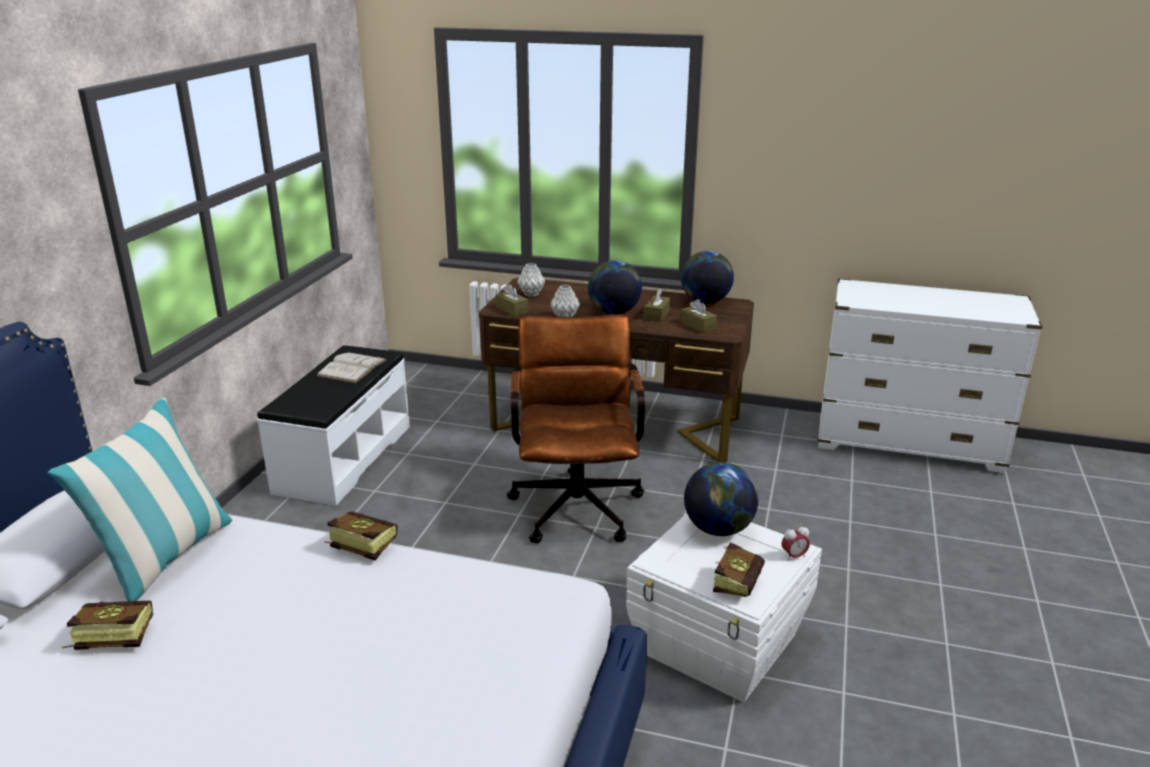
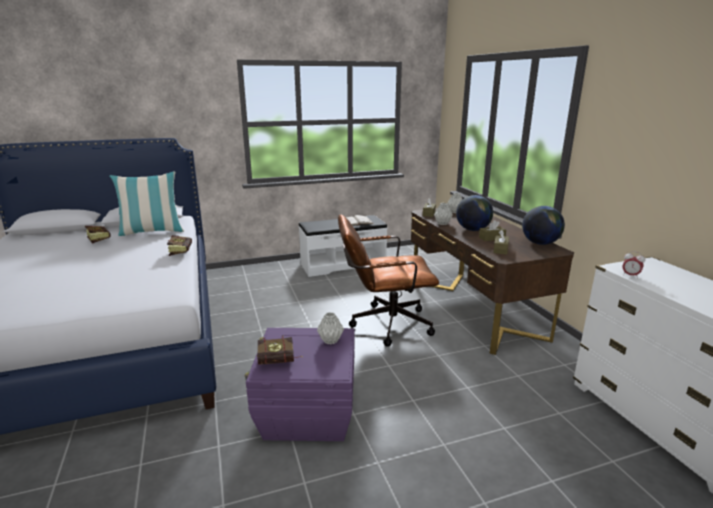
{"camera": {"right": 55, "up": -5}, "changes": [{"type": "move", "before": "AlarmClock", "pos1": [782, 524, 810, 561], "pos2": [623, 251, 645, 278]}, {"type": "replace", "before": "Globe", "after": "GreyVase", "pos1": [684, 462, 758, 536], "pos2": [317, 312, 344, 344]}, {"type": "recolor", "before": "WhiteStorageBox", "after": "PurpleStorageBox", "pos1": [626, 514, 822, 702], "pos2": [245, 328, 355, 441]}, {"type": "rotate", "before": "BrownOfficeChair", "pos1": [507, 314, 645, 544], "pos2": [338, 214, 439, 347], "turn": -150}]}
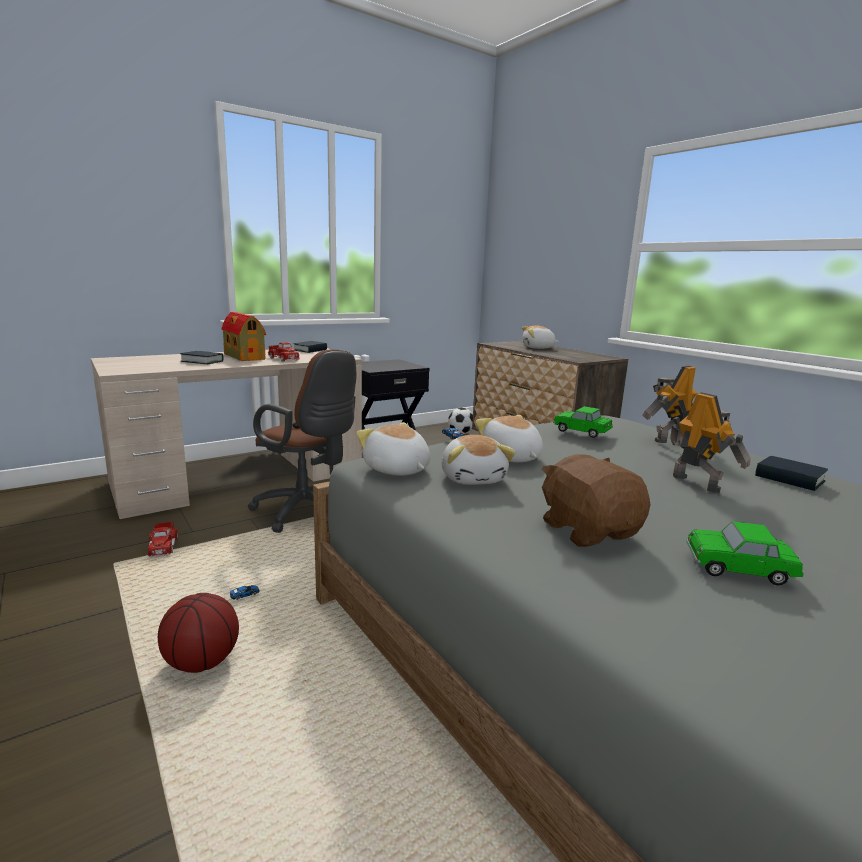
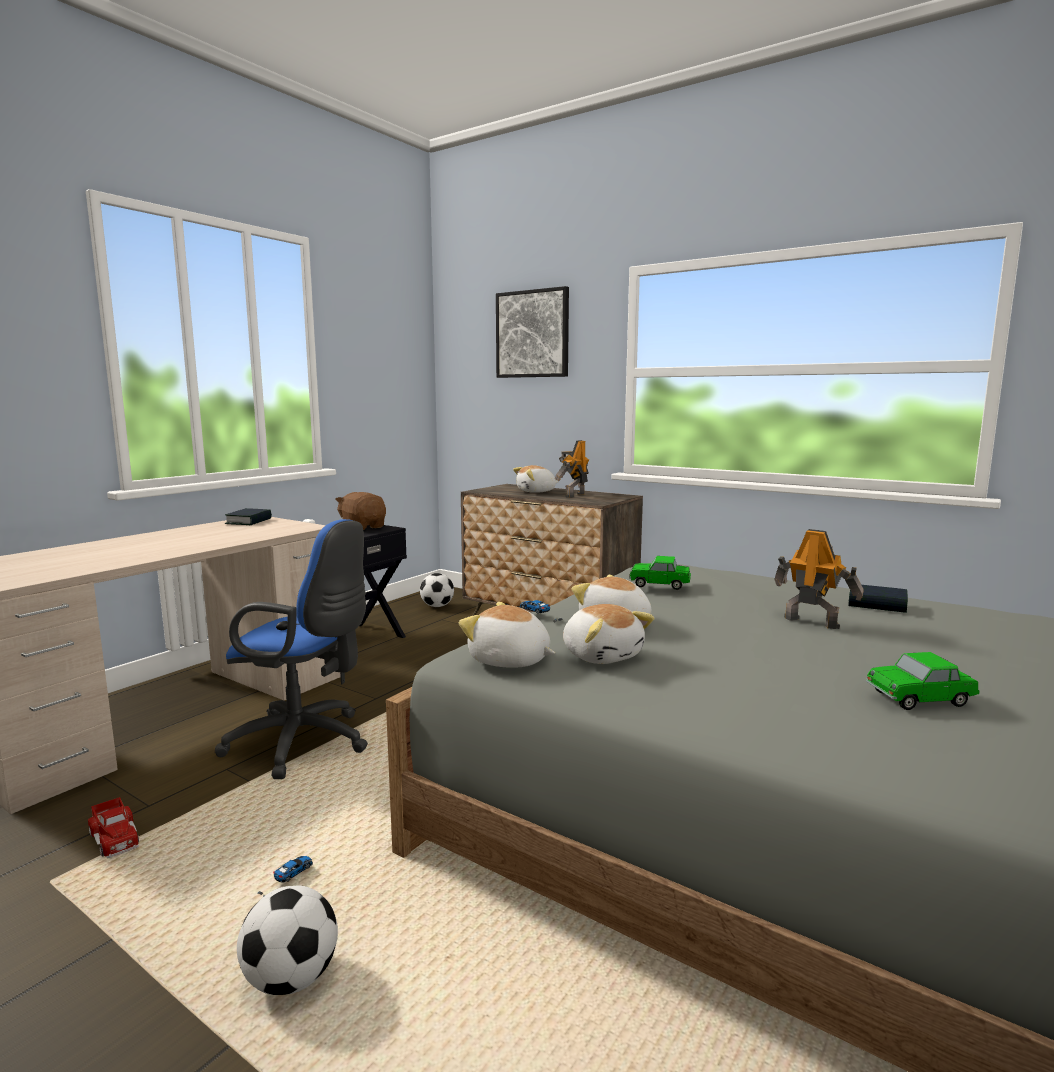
{"camera": {"right": -20, "up": -5}, "changes": [{"type": "delete", "before": "Book", "pos1": [180, 351, 223, 364]}, {"type": "delete", "before": "ToyHouse", "pos1": [221, 312, 266, 361]}, {"type": "delete", "before": "ToyTruck", "pos1": [268, 342, 300, 362]}, {"type": "insert", "after": "Picture", "pos2": [496, 286, 569, 378]}, {"type": "move", "before": "BrownPlushToy", "pos1": [541, 454, 650, 547], "pos2": [335, 492, 386, 530]}, {"type": "move", "before": "ToyRobot", "pos1": [642, 366, 698, 443], "pos2": [555, 440, 589, 498]}, {"type": "replace", "before": "Basketball", "after": "Football", "pos1": [158, 593, 239, 673], "pos2": [237, 886, 338, 995]}, {"type": "recolor", "before": "BrownOfficeChair", "after": "BlueOfficeChair", "pos1": [248, 349, 356, 533], "pos2": [215, 519, 368, 779]}]}
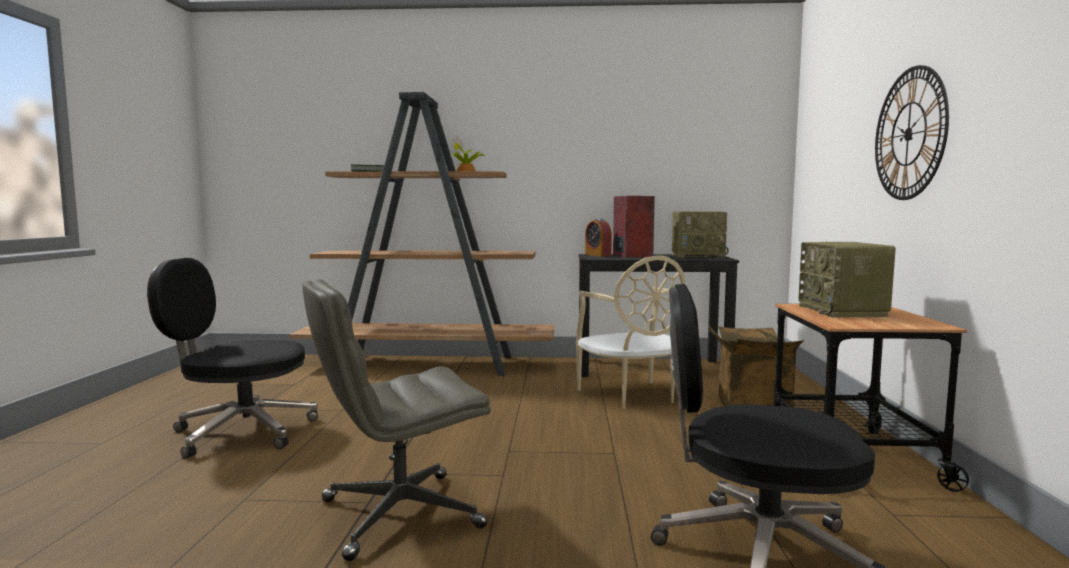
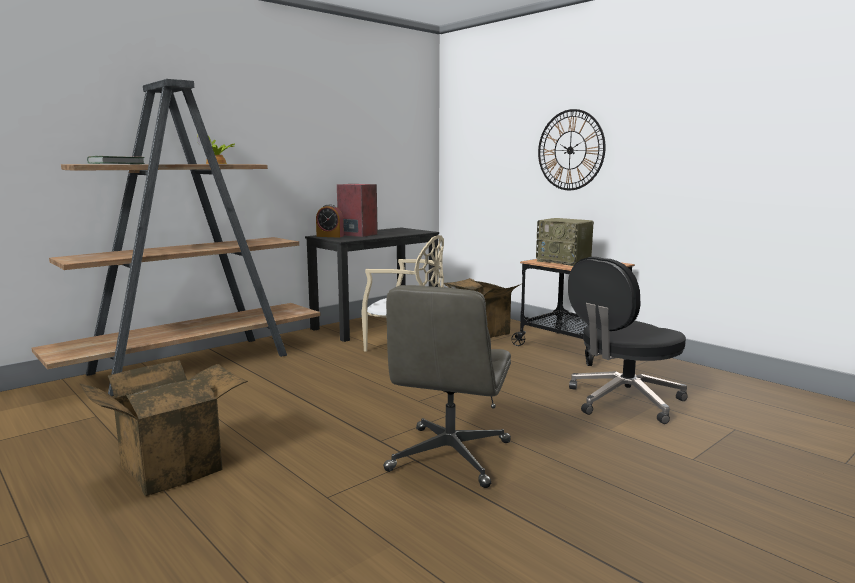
{"camera": {"right": -45, "up": 5}, "changes": [{"type": "delete", "before": "Radio", "pos1": [672, 211, 729, 258]}, {"type": "replace", "before": "BlackOfficeChair", "after": "CardboardBox", "pos1": [147, 258, 318, 459], "pos2": [80, 360, 248, 496]}]}
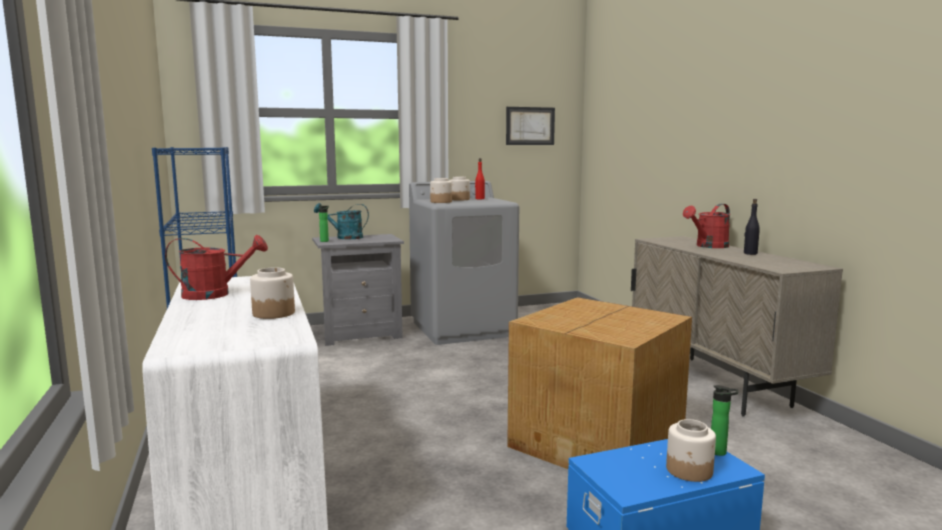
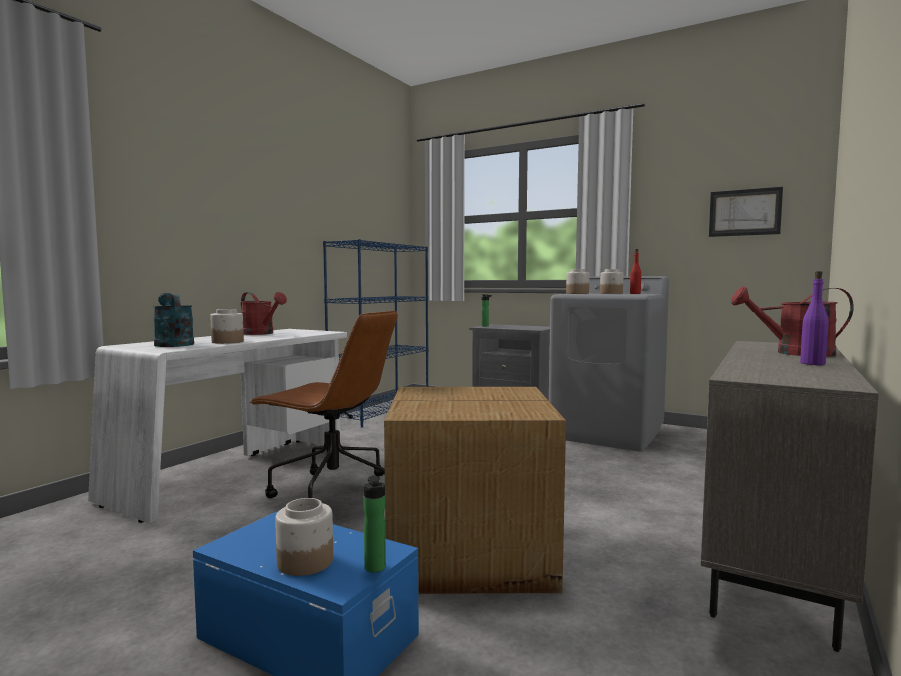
{"camera": {"right": 50, "up": -5}, "changes": [{"type": "insert", "after": "BrownOfficeChair", "pos2": [249, 310, 398, 498]}, {"type": "move", "before": "TurquoiseWateringCan", "pos1": [314, 203, 369, 239], "pos2": [153, 293, 194, 347]}, {"type": "recolor", "before": "BlackBottle", "after": "PurpleBottle", "pos1": [744, 199, 760, 255], "pos2": [800, 271, 828, 365]}]}
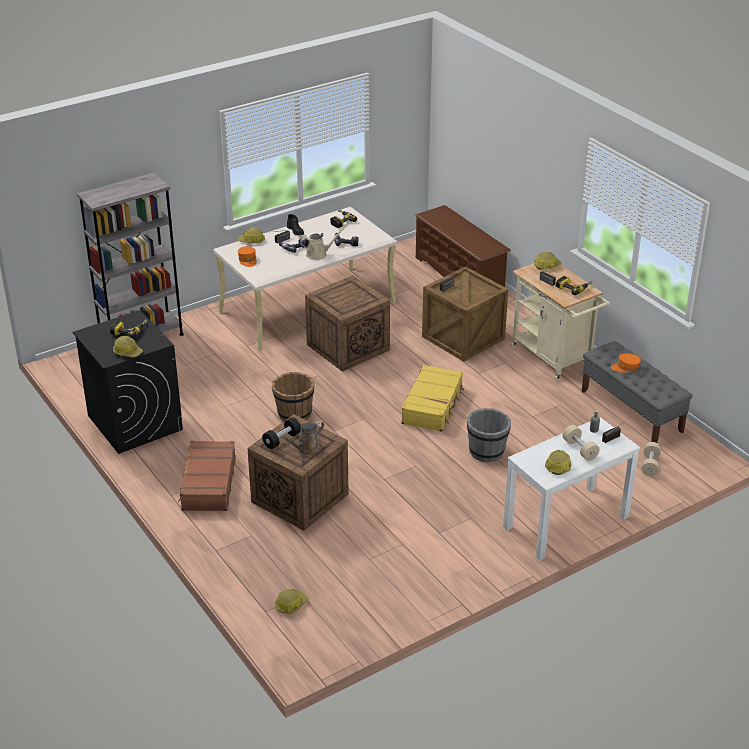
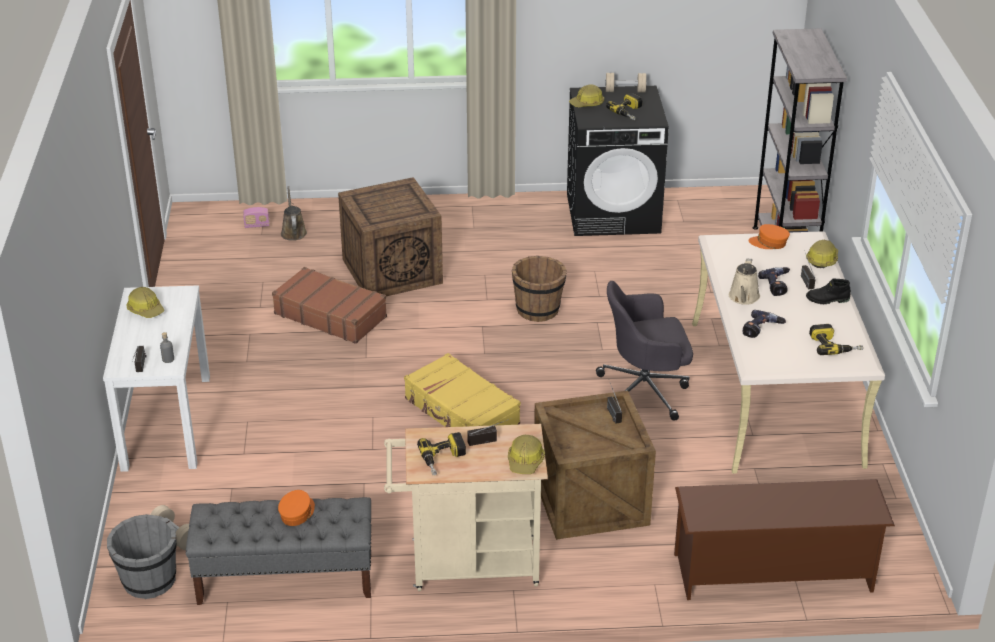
{"camera": {"right": 120, "up": 0}, "changes": [{"type": "delete", "before": "BlackDumbbell", "pos1": [262, 417, 301, 449]}, {"type": "move", "before": "BrownSuitcase", "pos1": [178, 441, 236, 511], "pos2": [272, 267, 387, 344]}, {"type": "move", "before": "BrownWateringCan", "pos1": [280, 420, 324, 455], "pos2": [281, 186, 307, 241]}, {"type": "move", "before": "GreyBucket", "pos1": [467, 408, 511, 462], "pos2": [107, 514, 177, 599]}, {"type": "move", "before": "BeigeDumbbell", "pos1": [563, 425, 600, 461], "pos2": [605, 73, 647, 93]}, {"type": "replace", "before": "HardHat", "after": "Radio", "pos1": [275, 589, 309, 614], "pos2": [243, 207, 270, 228]}, {"type": "replace", "before": "Crate", "after": "GreyOfficeChair", "pos1": [305, 276, 390, 372], "pos2": [596, 281, 693, 421]}]}
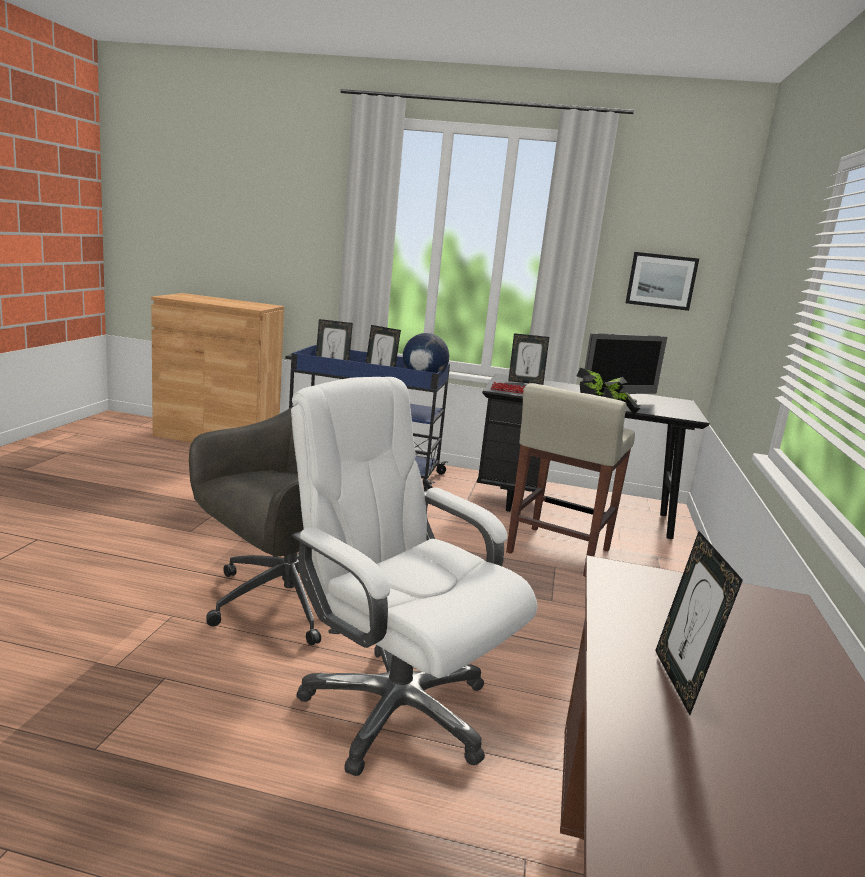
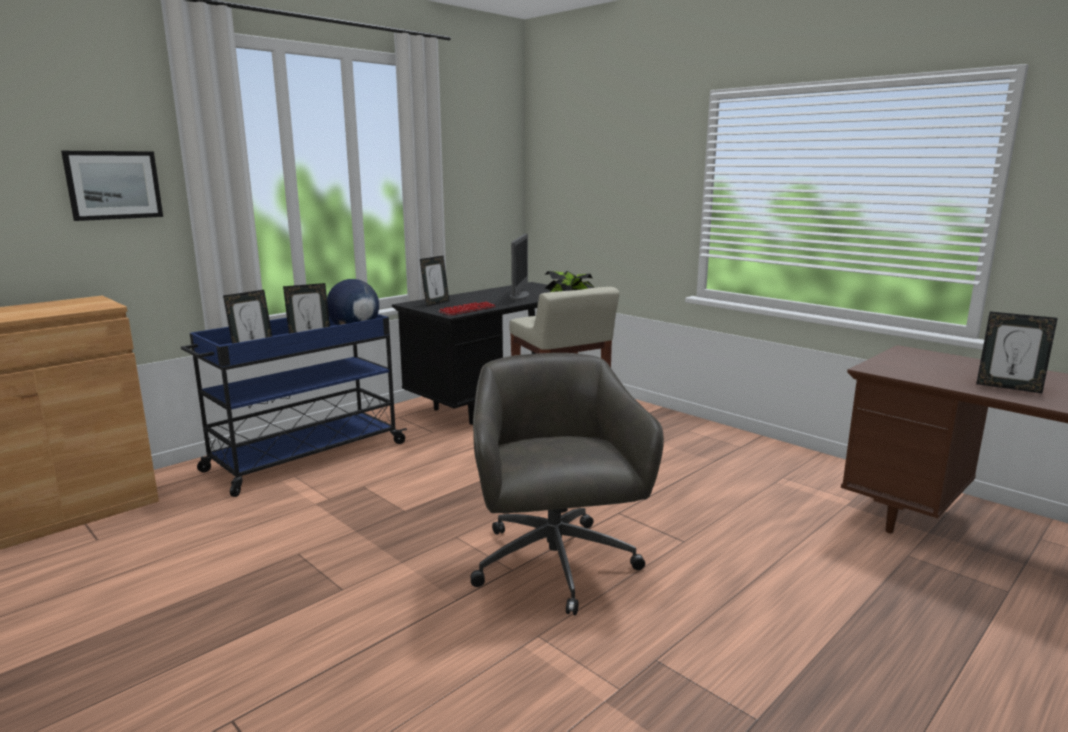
{"camera": {"right": -55, "up": 0}, "changes": [{"type": "delete", "before": "WhiteOfficeChair", "pos1": [291, 377, 537, 776]}, {"type": "move", "before": "Picture", "pos1": [626, 252, 699, 311], "pos2": [61, 151, 163, 221]}]}
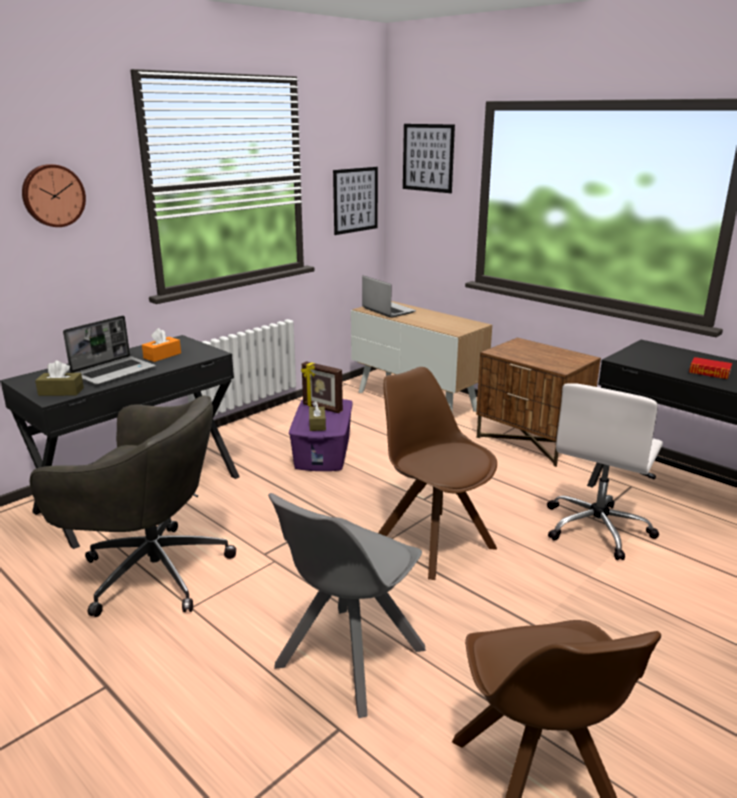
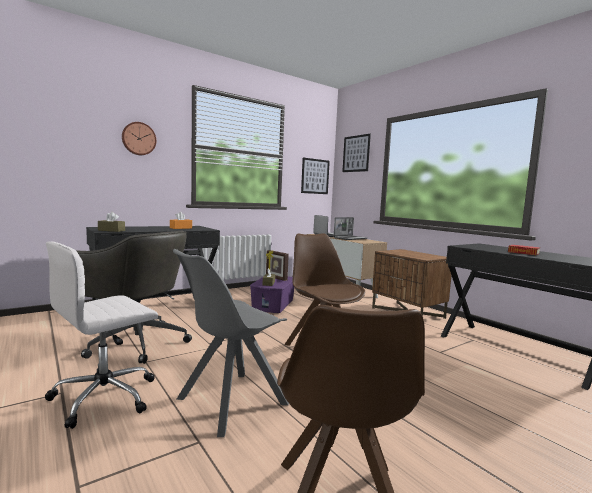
{"camera": {"right": 10, "up": -15}, "changes": [{"type": "move", "before": "Laptop", "pos1": [63, 315, 156, 385], "pos2": [334, 217, 367, 240]}, {"type": "move", "before": "WhiteOfficeChair", "pos1": [547, 383, 663, 560], "pos2": [45, 241, 158, 429]}]}
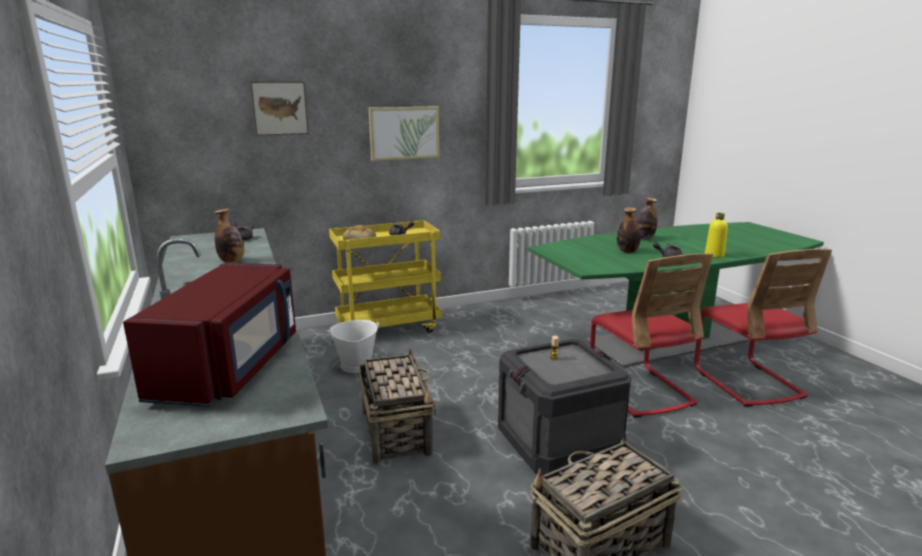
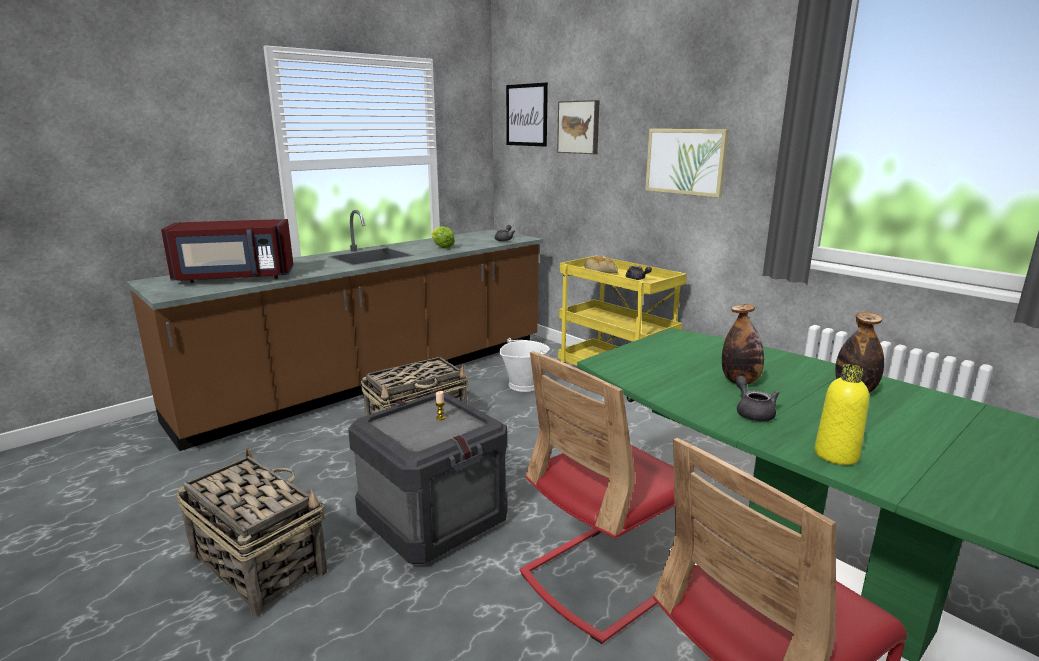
{"camera": {"right": 70, "up": 0}, "changes": [{"type": "insert", "after": "Picture", "pos2": [506, 83, 548, 147]}, {"type": "replace", "before": "Bottle", "after": "Lettuce", "pos1": [214, 208, 244, 262], "pos2": [431, 226, 455, 248]}]}
